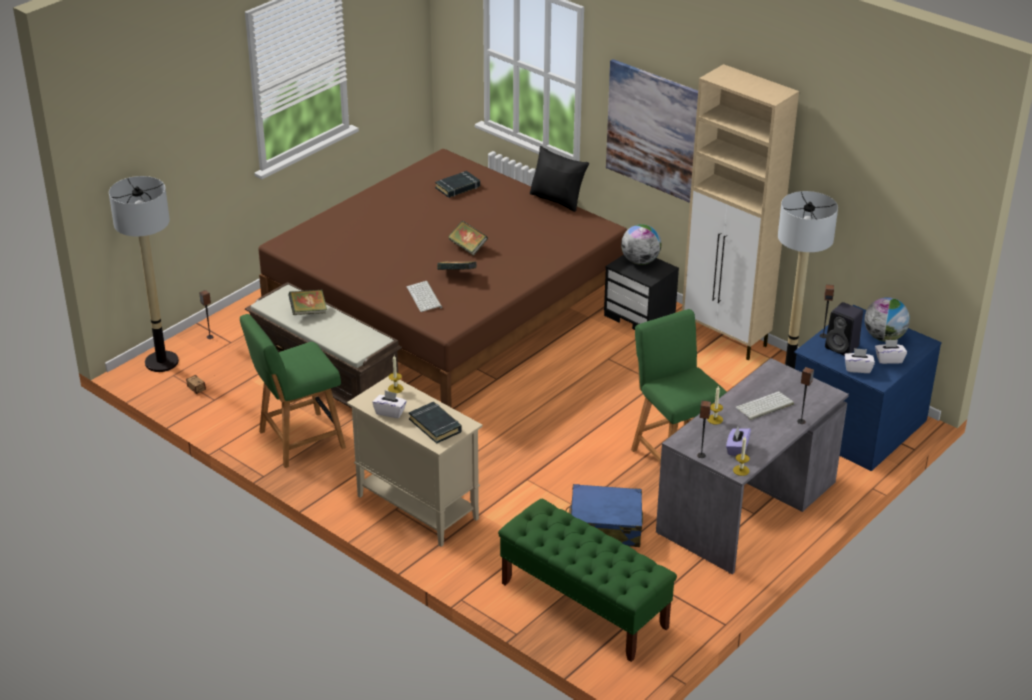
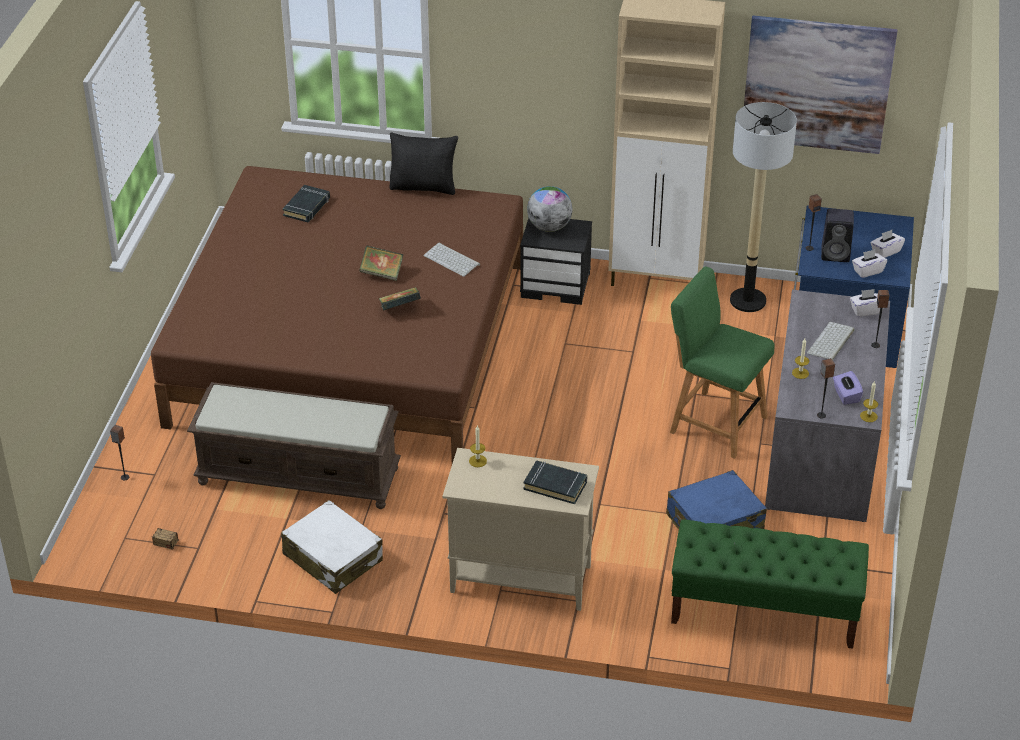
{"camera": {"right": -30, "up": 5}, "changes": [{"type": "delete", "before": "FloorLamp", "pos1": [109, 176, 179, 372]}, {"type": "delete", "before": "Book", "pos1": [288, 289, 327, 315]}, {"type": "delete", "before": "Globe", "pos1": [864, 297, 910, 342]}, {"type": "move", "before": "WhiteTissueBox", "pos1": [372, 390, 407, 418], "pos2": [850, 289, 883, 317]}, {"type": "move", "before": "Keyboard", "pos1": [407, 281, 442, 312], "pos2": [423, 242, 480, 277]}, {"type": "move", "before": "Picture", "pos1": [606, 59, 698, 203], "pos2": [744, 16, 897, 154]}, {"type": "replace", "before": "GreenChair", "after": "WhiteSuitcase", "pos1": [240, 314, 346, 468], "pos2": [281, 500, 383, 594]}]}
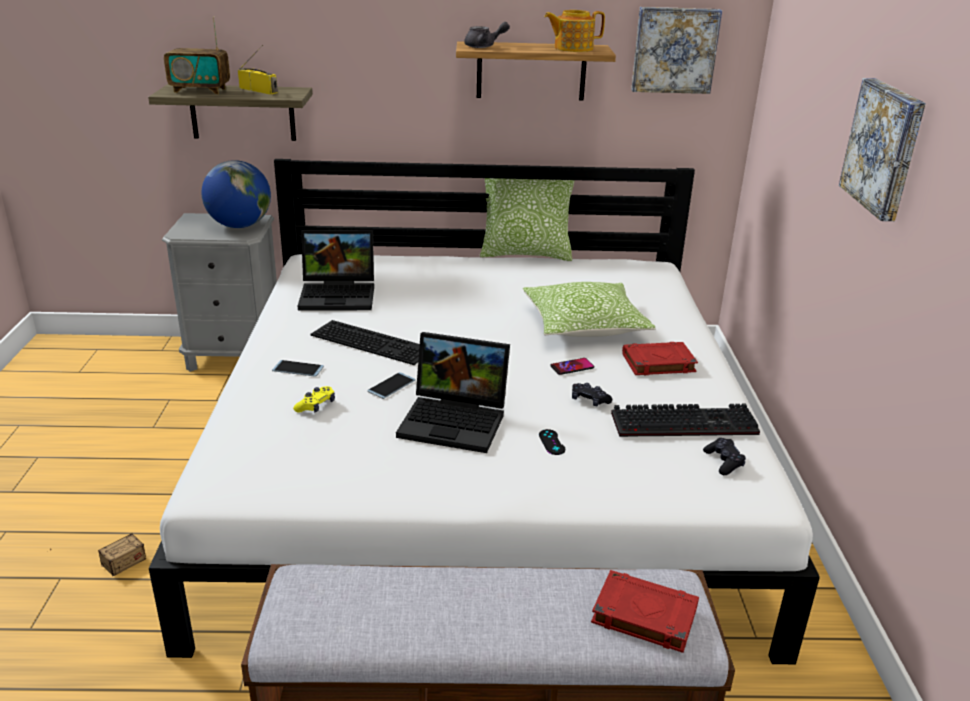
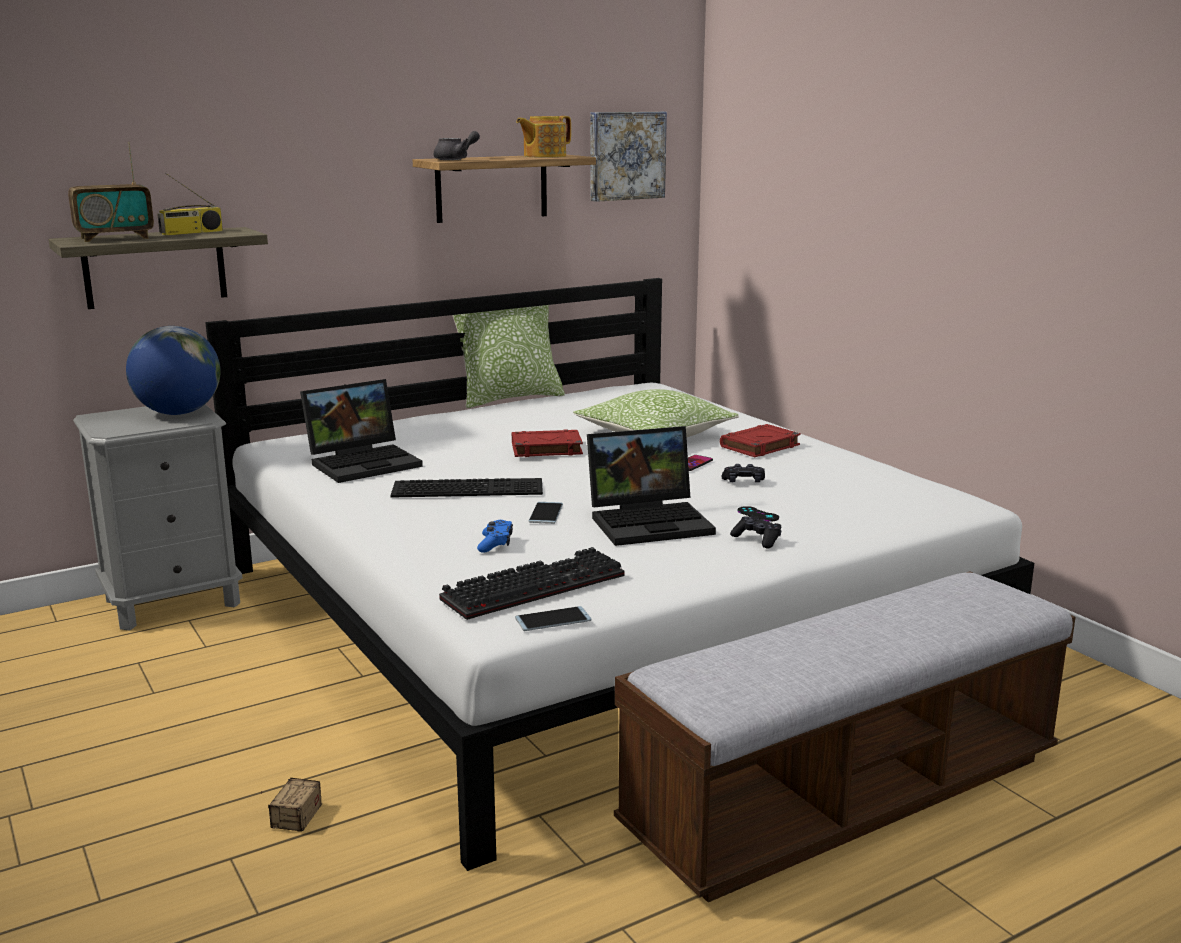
{"camera": {"right": -30, "up": -10}, "changes": [{"type": "delete", "before": "Picture", "pos1": [839, 78, 926, 221]}, {"type": "move", "before": "Phone", "pos1": [272, 360, 324, 377], "pos2": [515, 606, 591, 631]}, {"type": "move", "before": "RedBook", "pos1": [591, 570, 699, 653], "pos2": [512, 429, 583, 457]}, {"type": "move", "before": "Keyboard", "pos1": [611, 404, 760, 437], "pos2": [439, 547, 624, 620]}, {"type": "move", "before": "BlackGameController", "pos1": [703, 438, 746, 475], "pos2": [730, 516, 782, 549]}, {"type": "recolor", "before": "YellowGameController", "after": "BlueGameController", "pos1": [293, 386, 335, 413], "pos2": [477, 520, 513, 553]}, {"type": "rotate", "before": "Radio", "pos1": [238, 45, 278, 95], "pos2": [157, 173, 223, 236], "turn": 135}]}
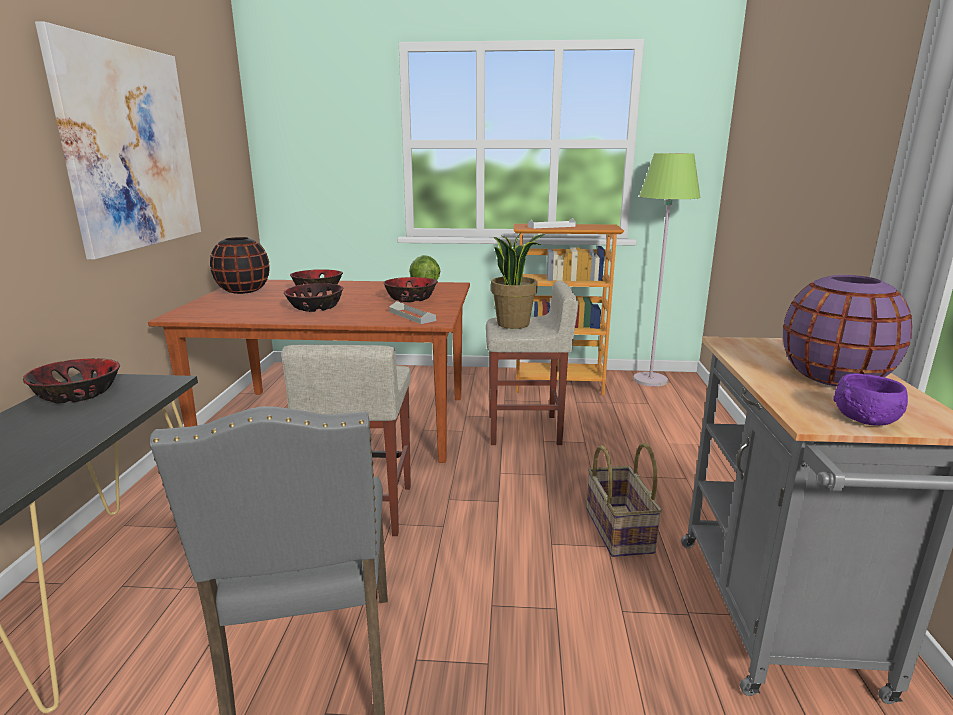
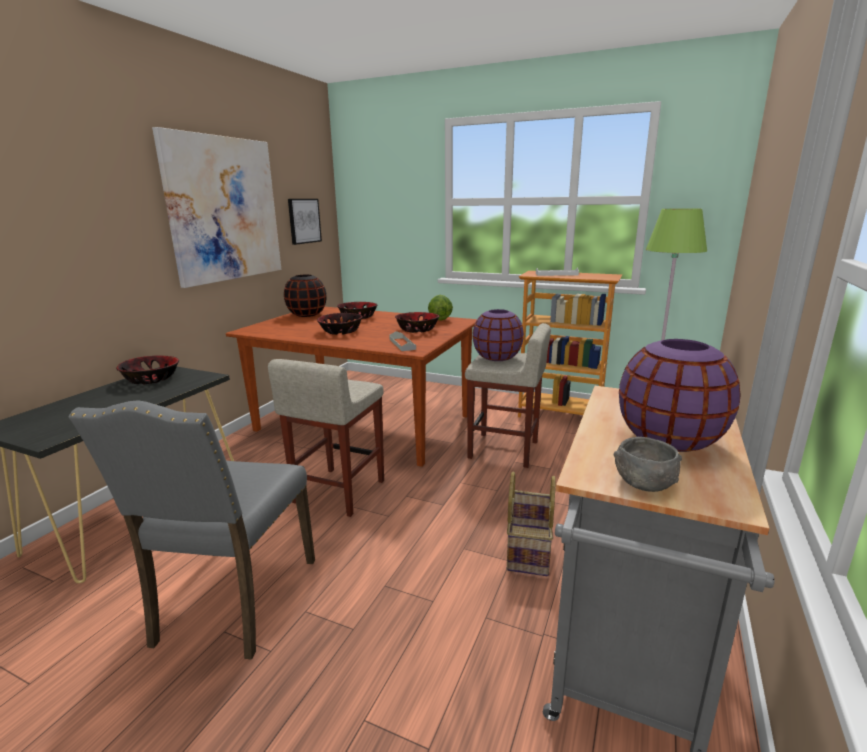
{"camera": {"right": 20, "up": 0}, "changes": [{"type": "insert", "after": "Picture", "pos2": [288, 199, 322, 245]}, {"type": "replace", "before": "PottedPlant", "after": "PurpleVase", "pos1": [491, 232, 545, 329], "pos2": [473, 309, 524, 361]}, {"type": "recolor", "before": "PurpleBowl", "after": "GreyBowl", "pos1": [833, 373, 908, 426], "pos2": [614, 437, 682, 492]}]}
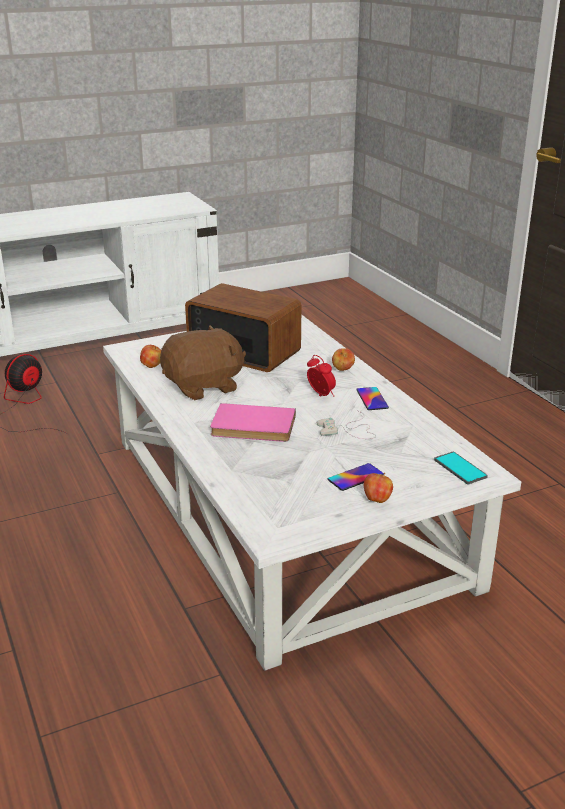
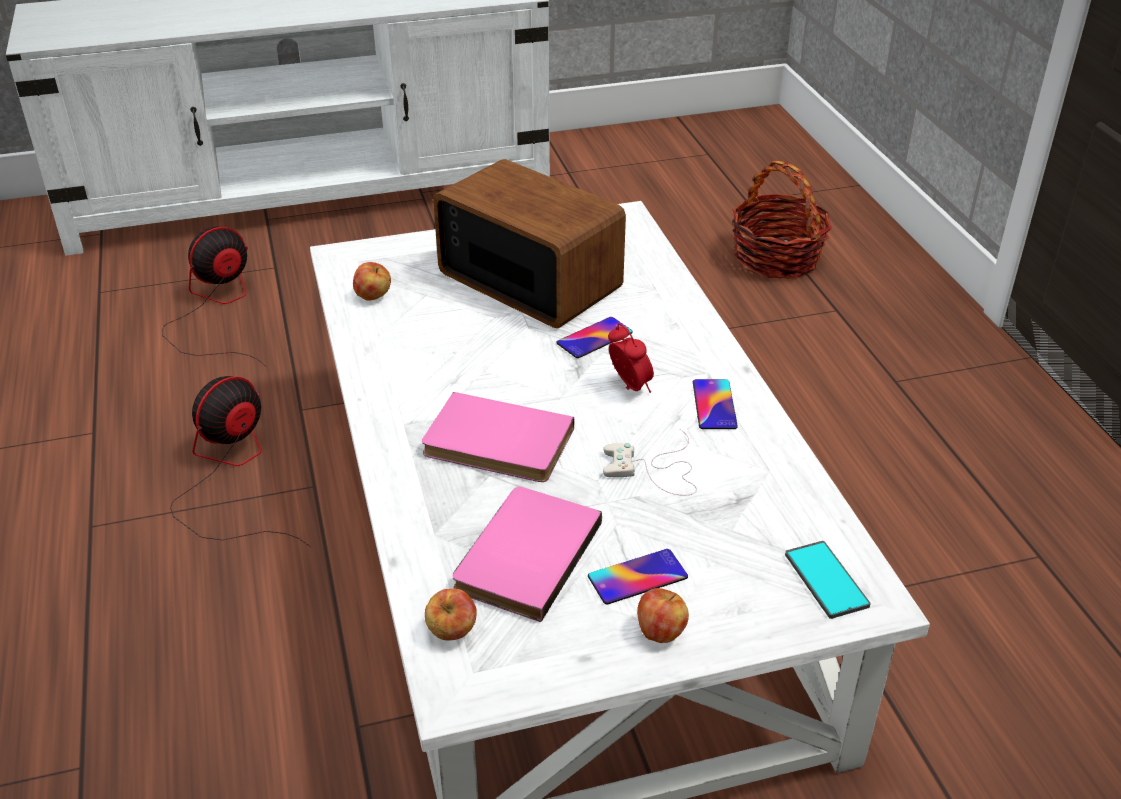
{"camera": {"right": 10, "up": 10}, "changes": [{"type": "delete", "before": "BrownPlushToy", "pos1": [160, 325, 246, 400]}, {"type": "insert", "after": "Fan", "pos2": [170, 376, 311, 547]}, {"type": "insert", "after": "PinkBook", "pos2": [452, 487, 602, 622]}, {"type": "insert", "after": "Phone", "pos2": [557, 317, 633, 358]}, {"type": "insert", "after": "Basket", "pos2": [732, 161, 832, 279]}, {"type": "move", "before": "Apple", "pos1": [332, 348, 355, 371], "pos2": [425, 589, 477, 640]}]}
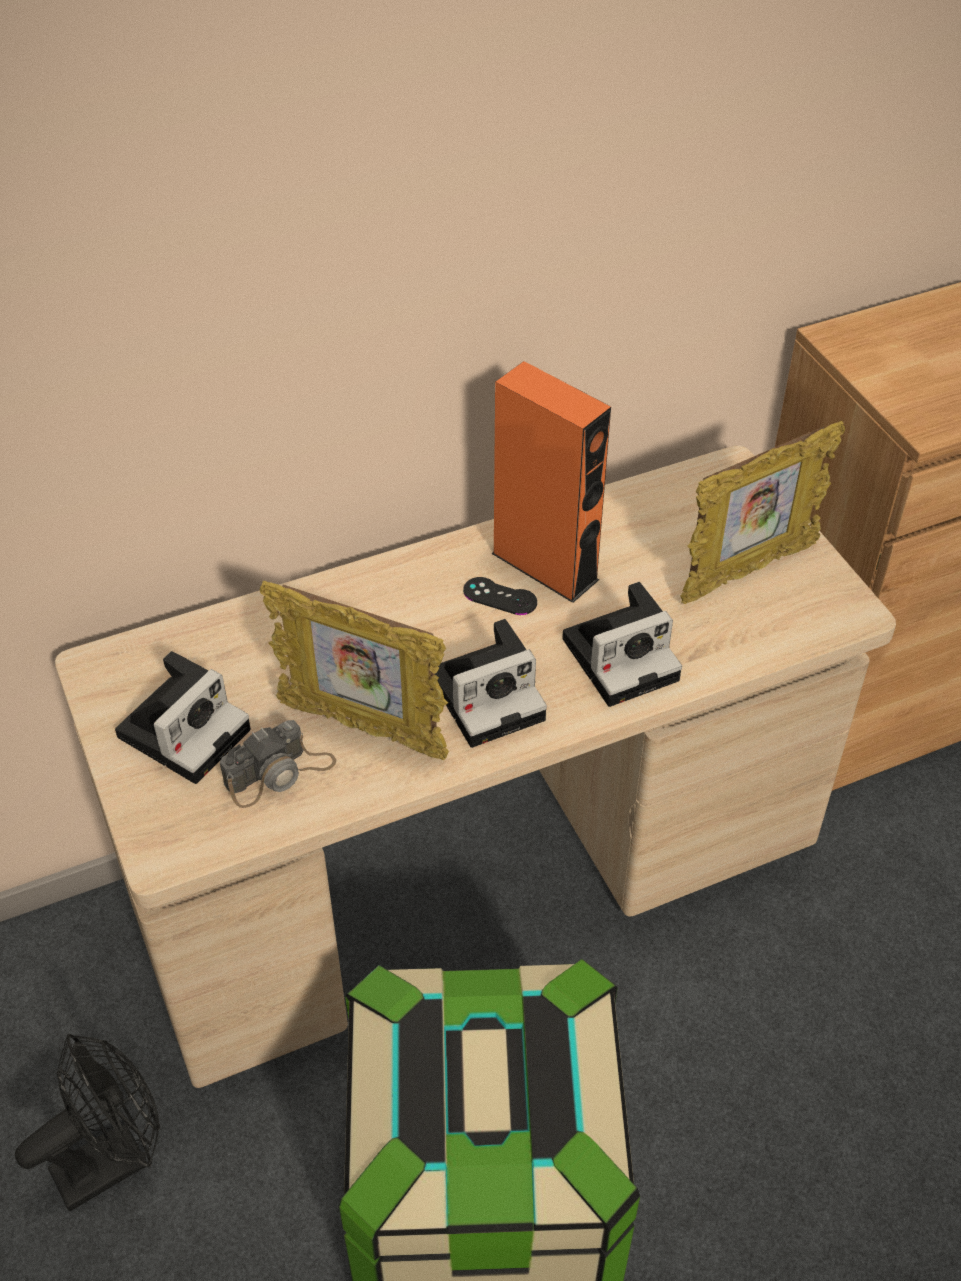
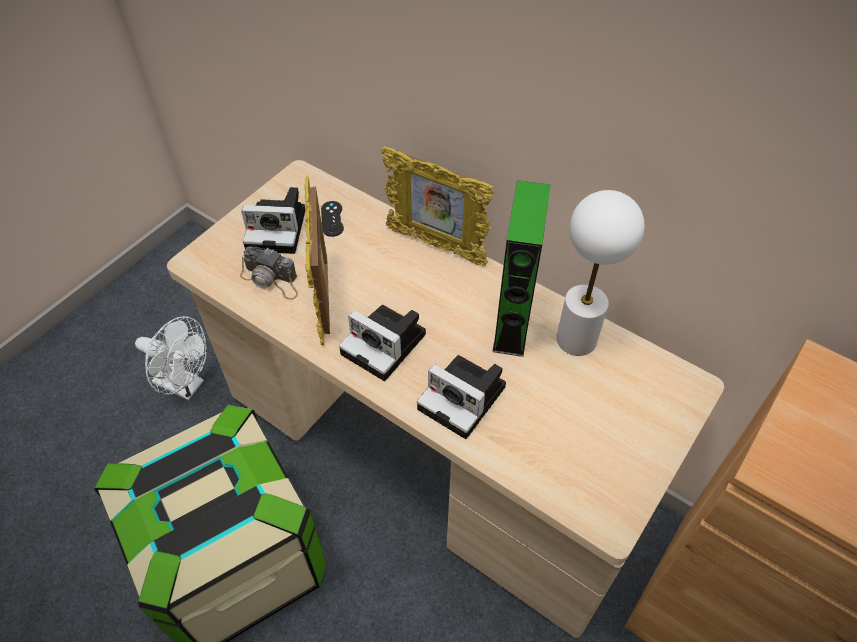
{"camera": {"right": 60, "up": 5}, "changes": [{"type": "insert", "after": "WhiteTableLamp", "pos2": [556, 190, 645, 356]}, {"type": "move", "before": "BlackGameController", "pos1": [463, 577, 537, 615], "pos2": [321, 201, 344, 237]}, {"type": "move", "before": "PictureFrame", "pos1": [680, 421, 845, 604], "pos2": [381, 146, 494, 267]}, {"type": "recolor", "before": "BlackFan", "after": "WhiteFan", "pos1": [15, 1034, 160, 1211], "pos2": [135, 316, 207, 400]}, {"type": "recolor", "before": "OrangeSpeaker", "after": "GreenSpeaker", "pos1": [491, 361, 611, 603], "pos2": [492, 180, 550, 357]}]}
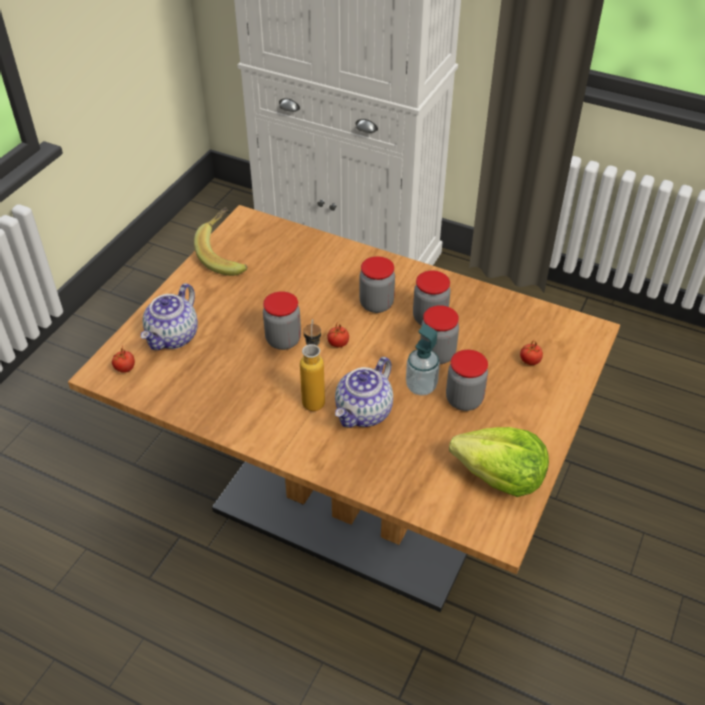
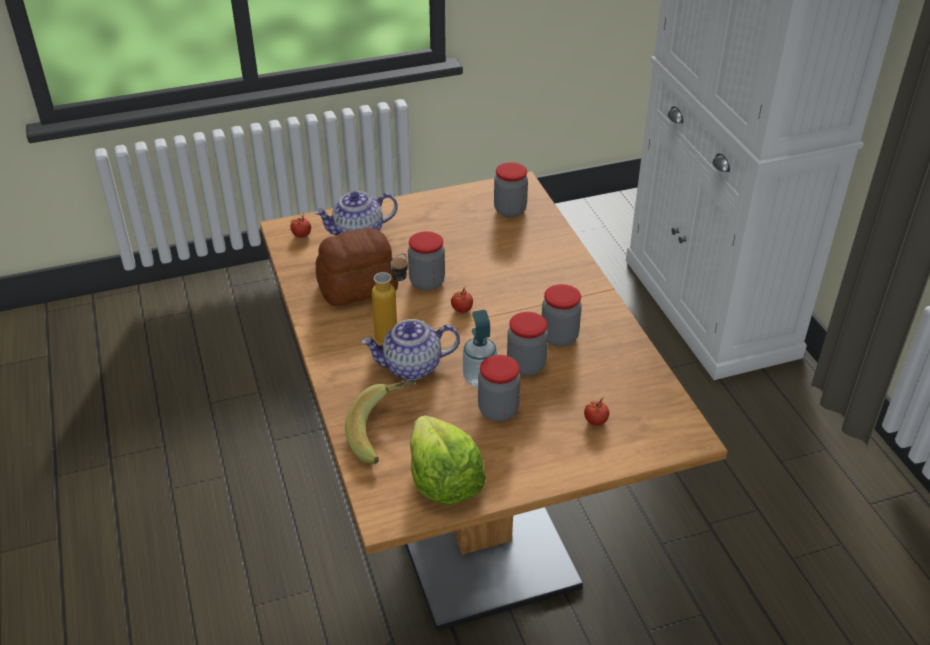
{"camera": {"right": 45, "up": -5}, "changes": [{"type": "insert", "after": "Bread", "pos2": [316, 228, 398, 306]}, {"type": "move", "before": "Banana", "pos1": [194, 207, 248, 276], "pos2": [345, 379, 416, 464]}, {"type": "move", "before": "Jar", "pos1": [359, 256, 395, 313], "pos2": [494, 162, 528, 217]}]}
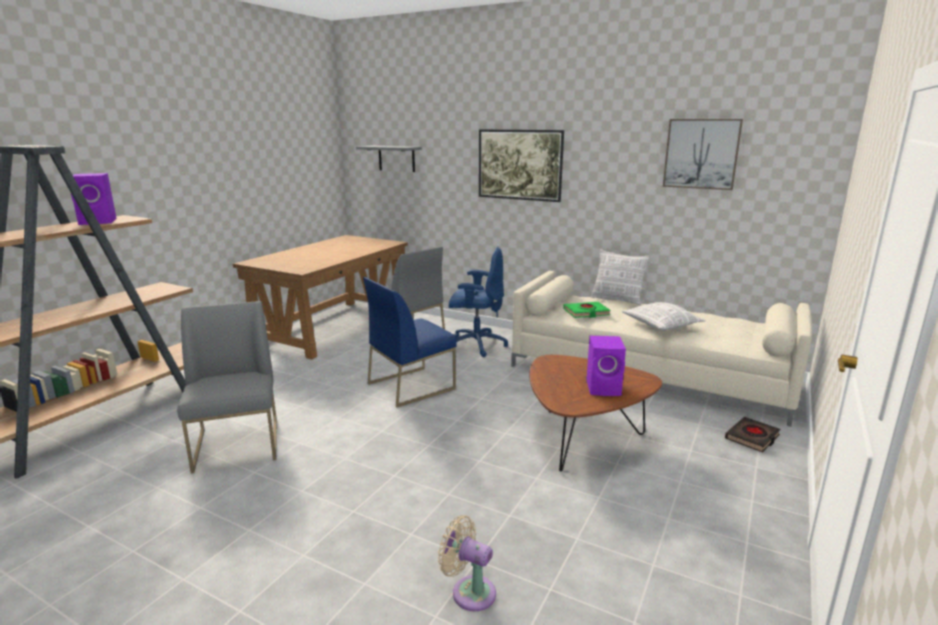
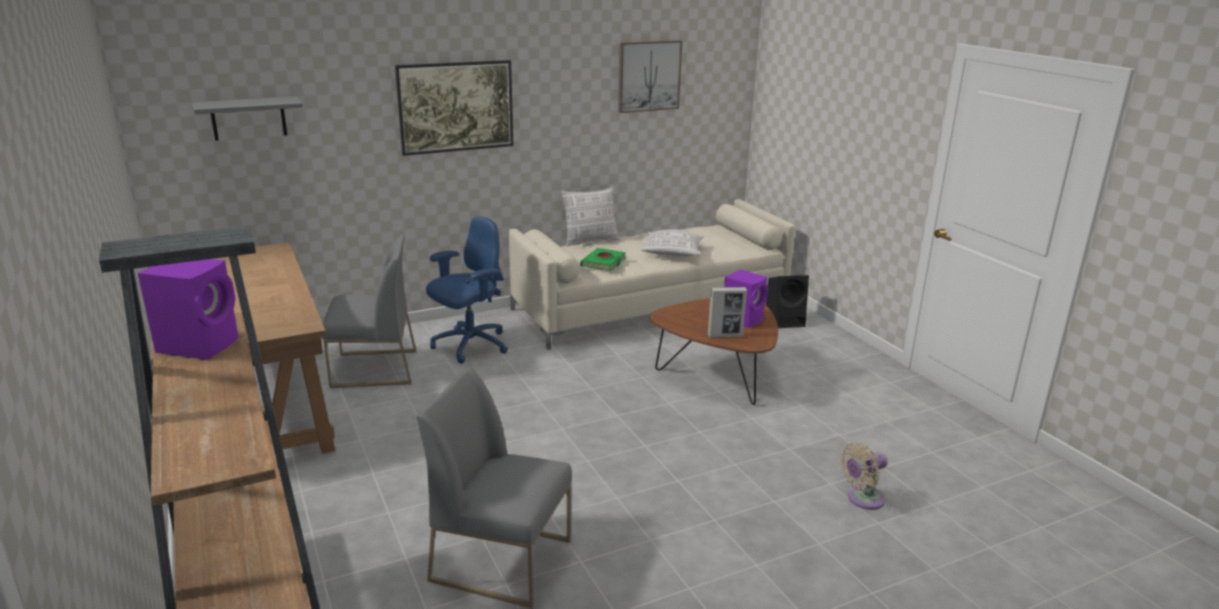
{"camera": {"right": -55, "up": 5}, "changes": [{"type": "delete", "before": "BlueChair", "pos1": [363, 277, 456, 407]}, {"type": "insert", "after": "PictureFrame", "pos2": [708, 287, 747, 337]}, {"type": "replace", "before": "BlackBook", "after": "BlackSpeaker", "pos1": [725, 417, 780, 452], "pos2": [766, 275, 809, 328]}]}
